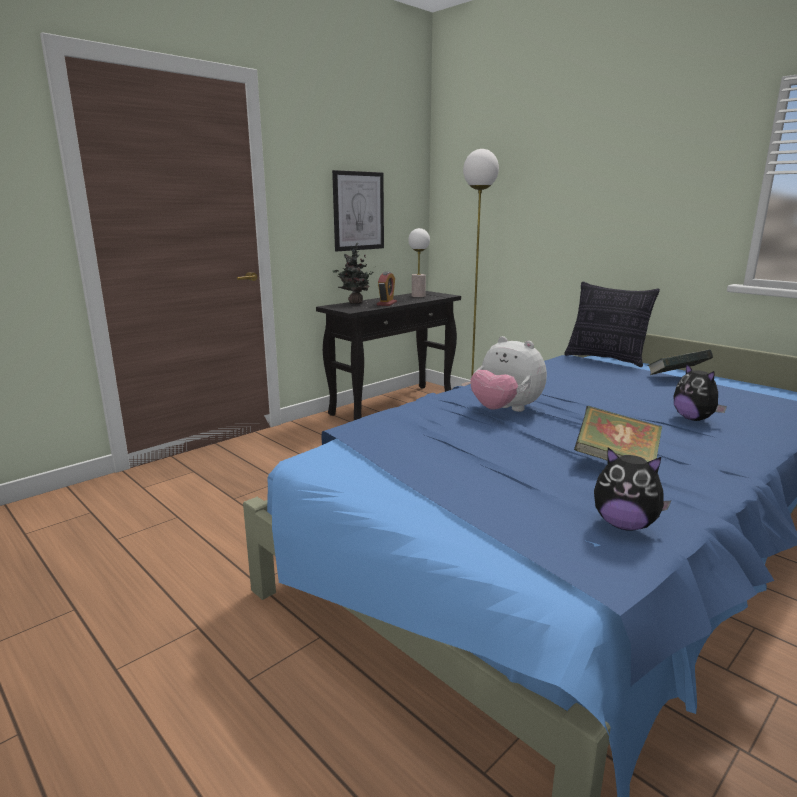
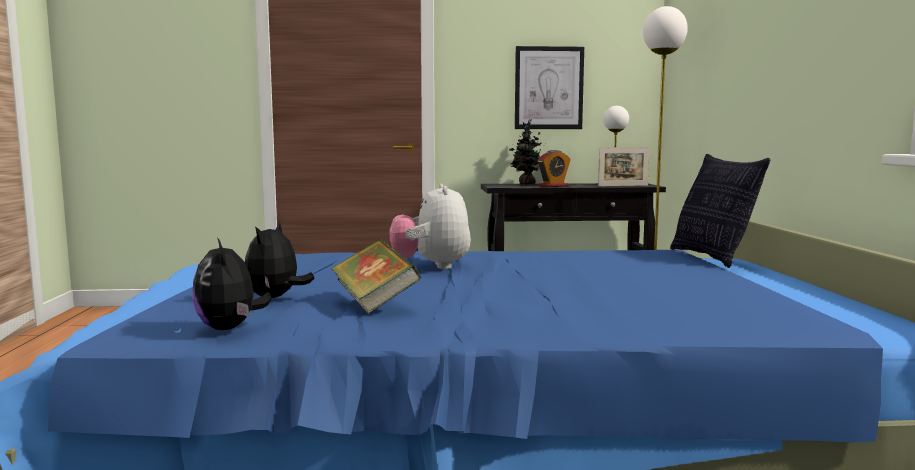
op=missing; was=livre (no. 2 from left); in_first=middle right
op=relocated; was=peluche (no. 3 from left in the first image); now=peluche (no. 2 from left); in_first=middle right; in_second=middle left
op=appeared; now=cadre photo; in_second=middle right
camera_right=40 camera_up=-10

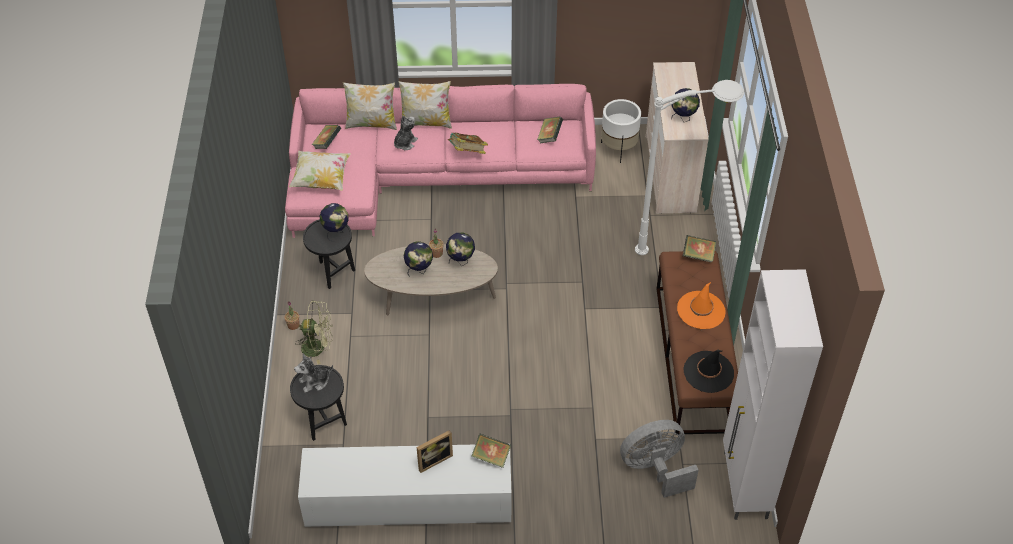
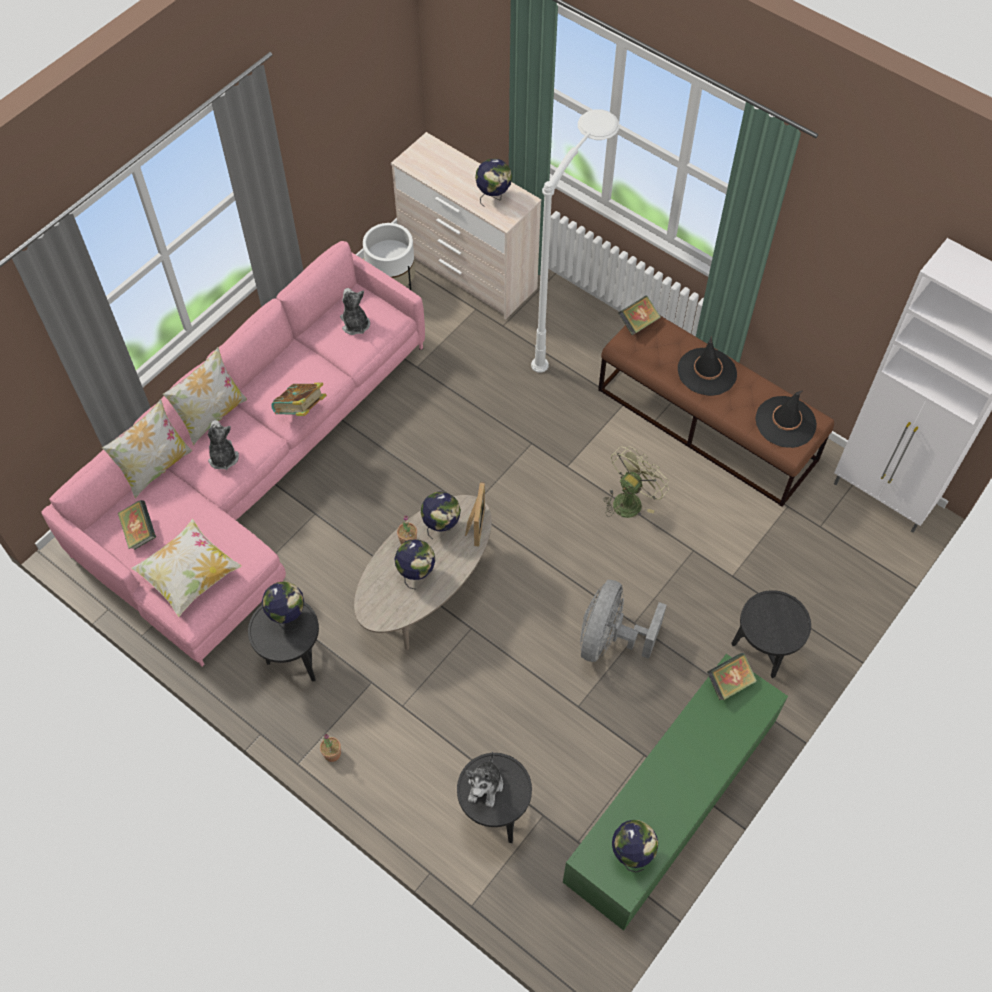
op=relocated; was=ventilateur (vert); in_first=middle left; in_second=centre
op=colour; was=meuble télé (blanc); now=meuble télé (vert); in_first=bottom centre; in_second=bottom right
op=relocated; was=cadre photo; in_first=bottom centre; in_second=centre
op=exchanged; was=livre (no. 4 from left); now=peluche (no. 2 from left); in_first=top centre; in_second=top centre
op=relocated; was=ventilateur (gris); in_first=bottom centre; in_second=centre
op=colour; was=chapeau (orange); now=chapeau (noir) (no. 1 from left); in_first=middle right; in_second=middle right
op=appeared; now=globe (no. 5 from left); in_second=bottom centre
op=appeared; now=table d'appoint (noir) (no. 3 from left); in_second=middle right
camera_right=-50 camera_up=10

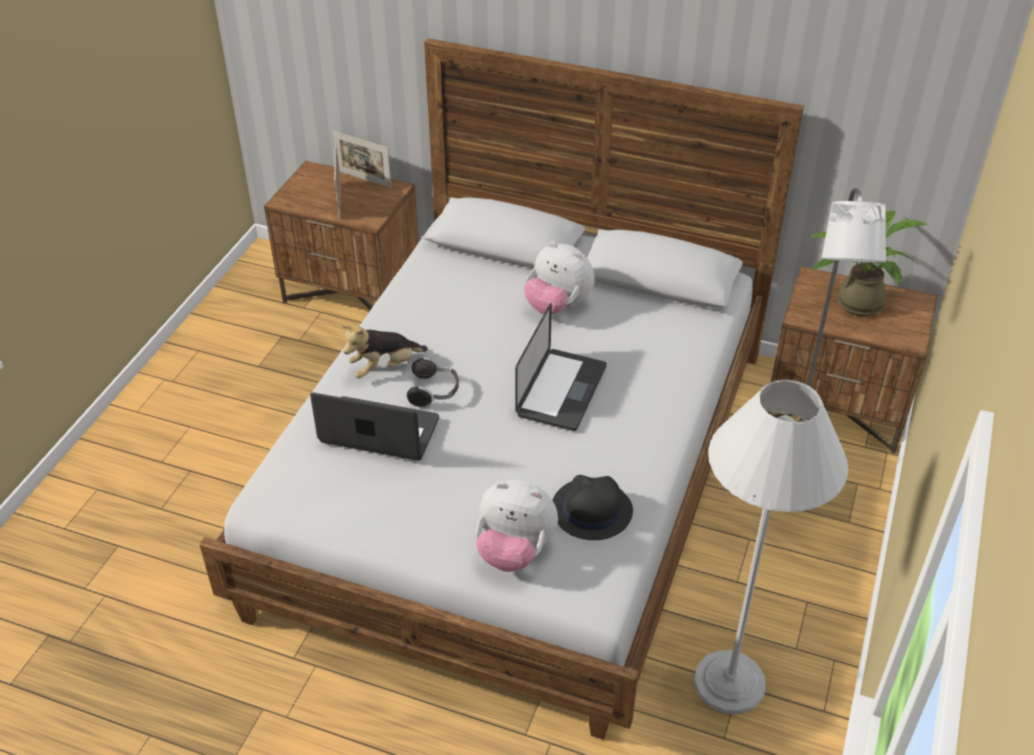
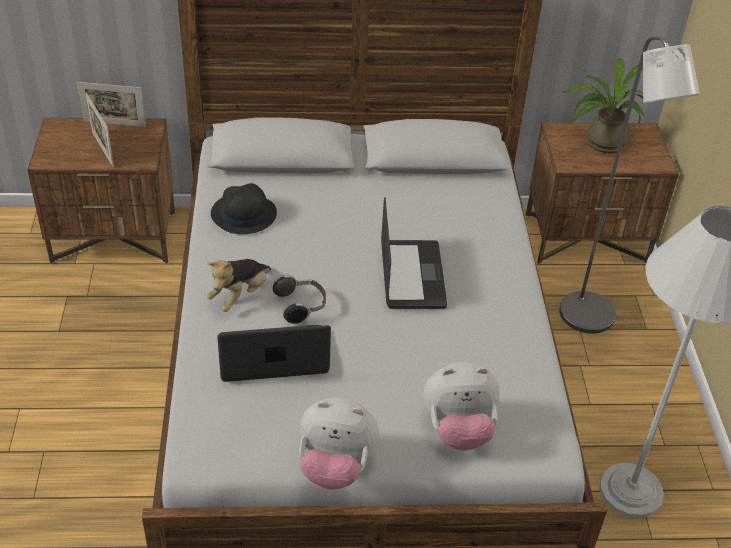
op=relocated; was=peluche (no. 3 from left in the first image); now=peluche (no. 2 from left); in_first=centre; in_second=bottom centre
op=relocated; was=chapeau (noir); in_first=bottom centre; in_second=centre
camera_right=-25 camera_up=0

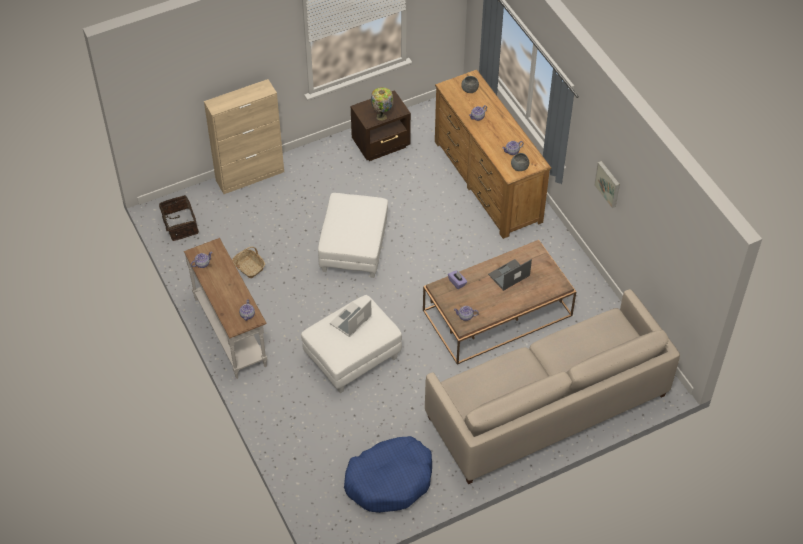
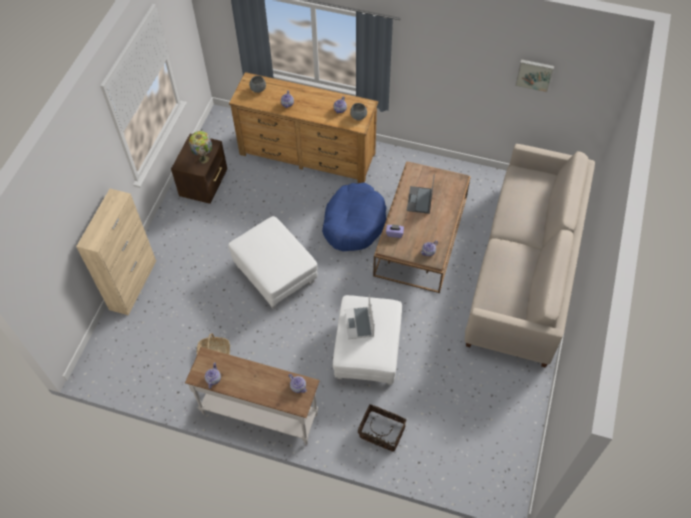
op=relocated; was=panier (no. 1 from left in the first image); now=panier (no. 2 from left); in_first=middle left; in_second=bottom centre
op=relocated; was=panier pour chien (bleu); in_first=bottom centre; in_second=centre
op=relocated; was=tableau; in_first=middle right; in_second=top right
camera_right=-45 camera_up=5

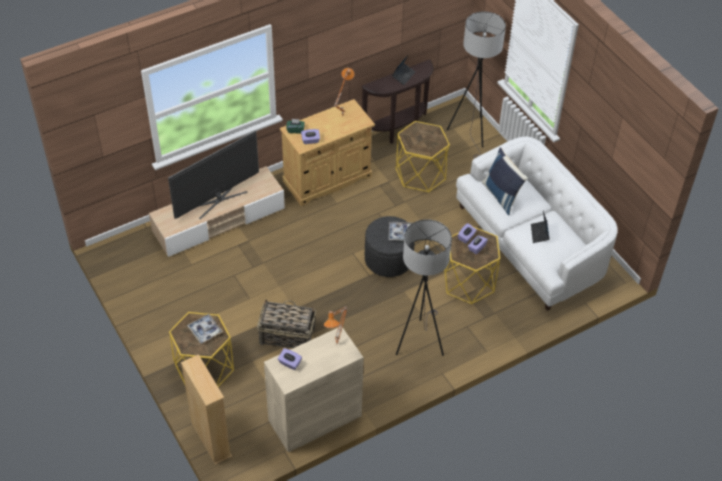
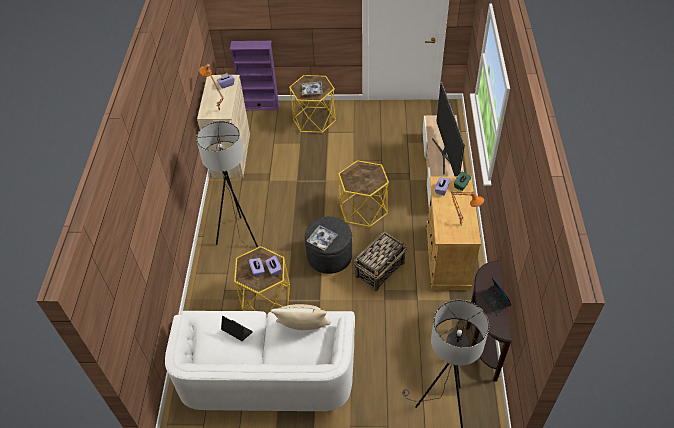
op=colour; was=bibliothèque (beige); now=bibliothèque (violet); in_first=bottom left; in_second=top centre
op=relocated; was=panier; in_first=bottom centre; in_second=centre
op=relocated; was=table d'appoint (jaune) (no. 2 from left in the first image); now=table d'appoint (jaune) (no. 3 from left); in_first=top centre; in_second=centre
op=colour; was=coussin (bleu); now=coussin (beige); in_first=middle right; in_second=bottom centre
camera_right=125 camera_up=0

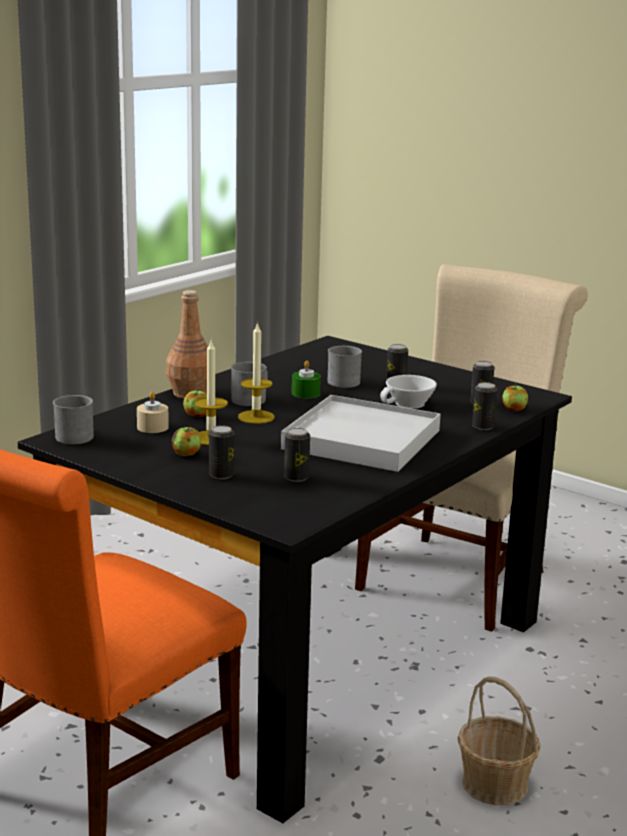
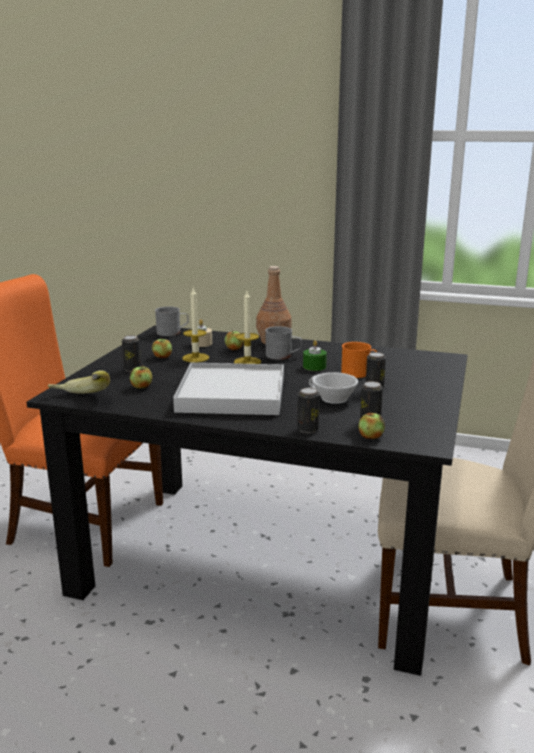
op=exchanged; was=boîte métallique (no. 2 from left); now=pomme (no. 1 from left); in_first=centre; in_second=middle left
op=colour; was=mug (gris) (no. 3 from left); now=mug (orange); in_first=centre; in_second=middle right
op=missing; was=panier; in_first=bottom right
op=appeared; now=banane; in_second=middle left
camera_right=70 camera_up=0

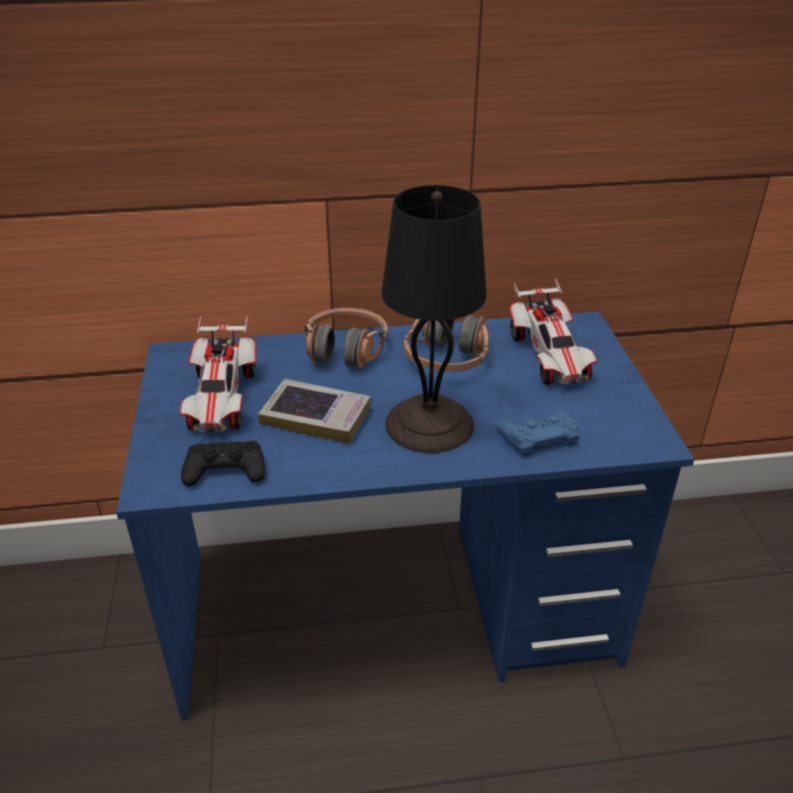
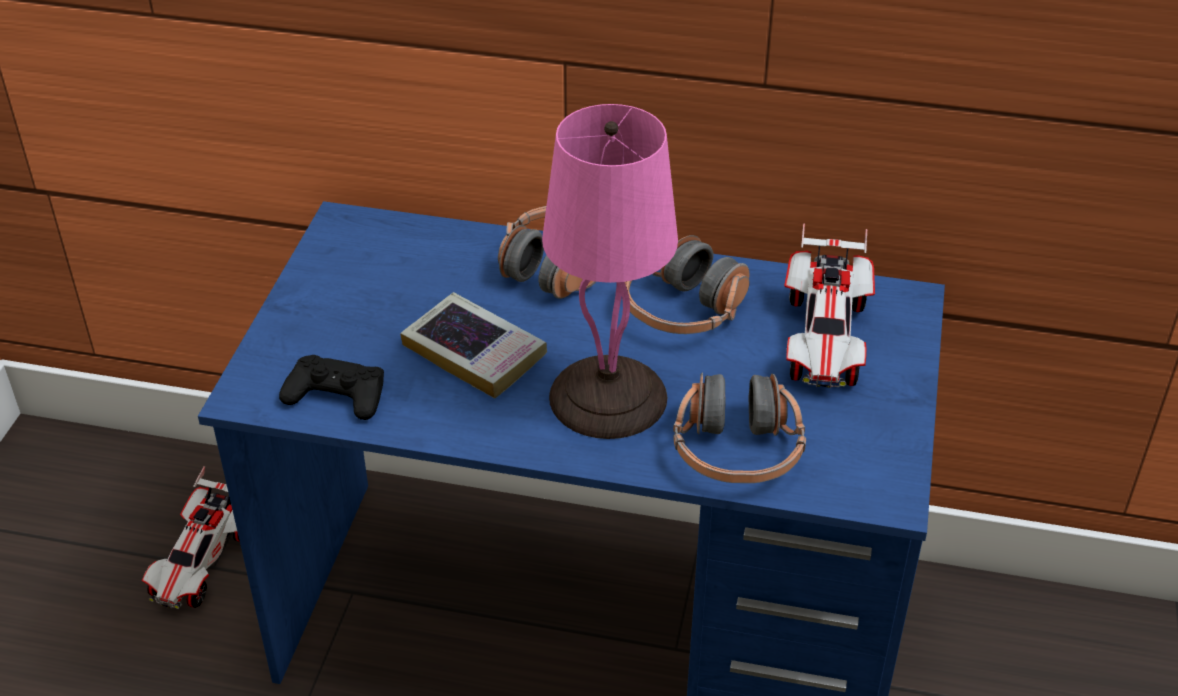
op=relocated; was=petite voiture (no. 1 from left); in_first=middle left; in_second=bottom left
op=colour; was=lampe de table (noir); now=lampe de table (rose); in_first=centre; in_second=centre
op=exchanged; was=manette (bleu); now=casque audio (no. 3 from left); in_first=middle right; in_second=centre
camera_right=20 camera_up=5

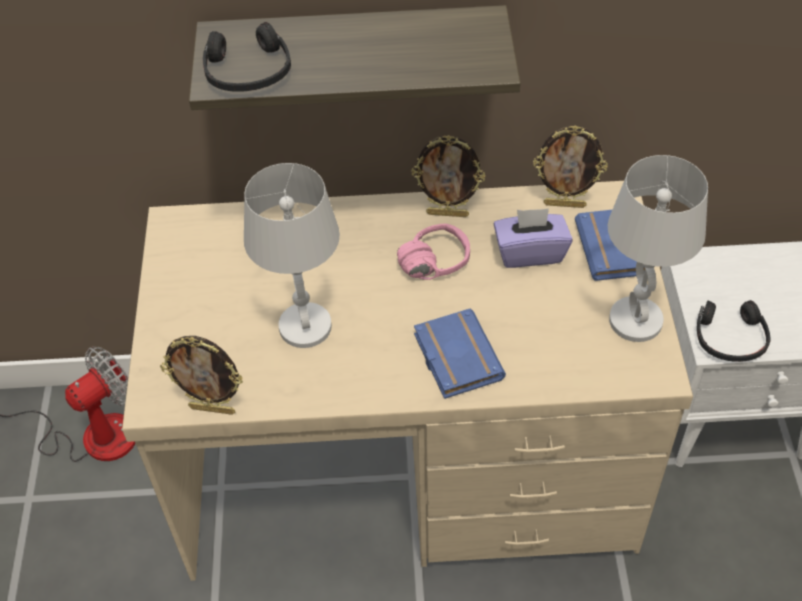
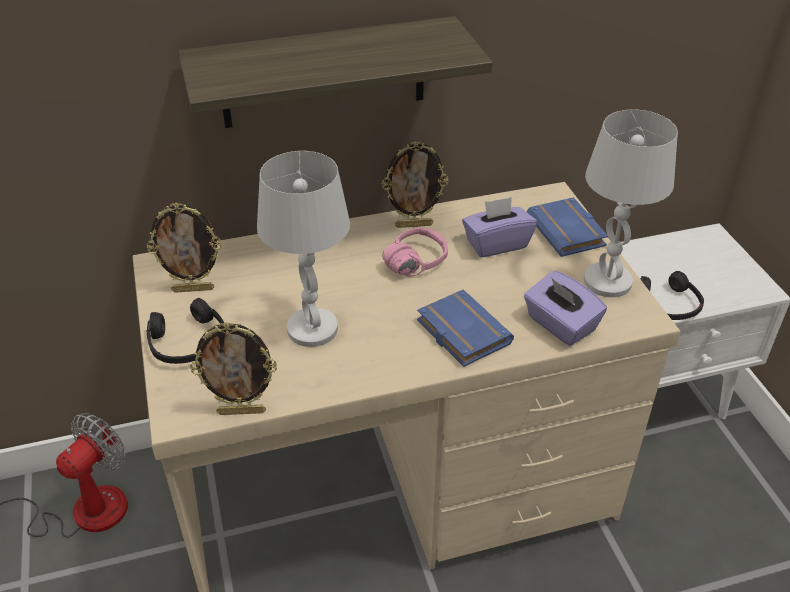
op=relocated; was=casque audio (noir) (no. 1 from left); in_first=top left; in_second=middle left
op=relocated; was=cadre photo (no. 3 from left in the first image); now=cadre photo (no. 1 from left); in_first=top right; in_second=middle left
op=appeared; now=boîte à mouchoirs (violet) (no. 2 from left); in_second=middle right
camera_right=-15 camera_up=-10

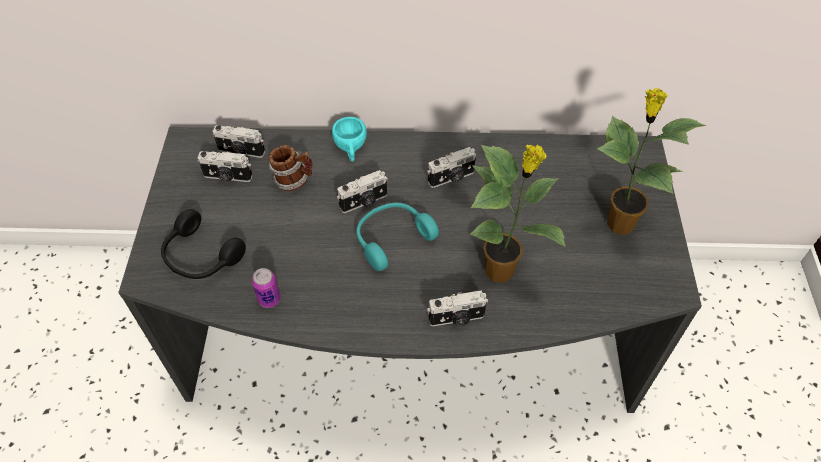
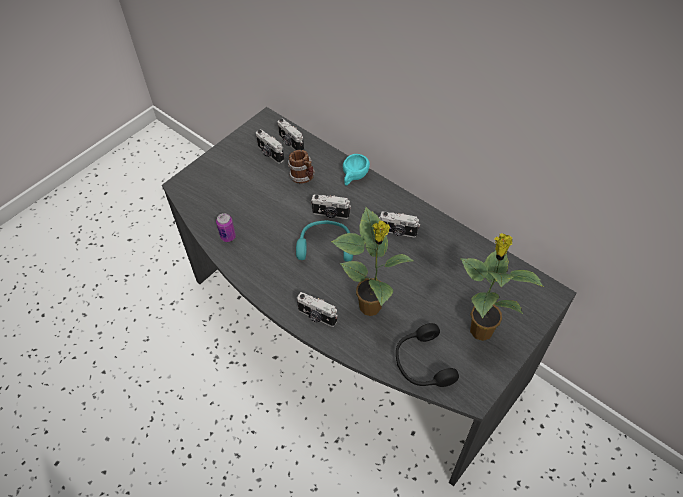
op=relocated; was=casque audio (noir); in_first=middle left; in_second=bottom centre
camera_right=40 camera_up=0

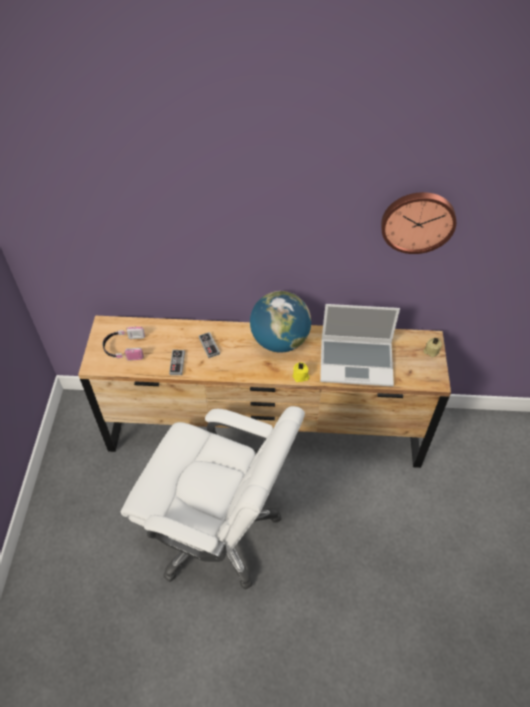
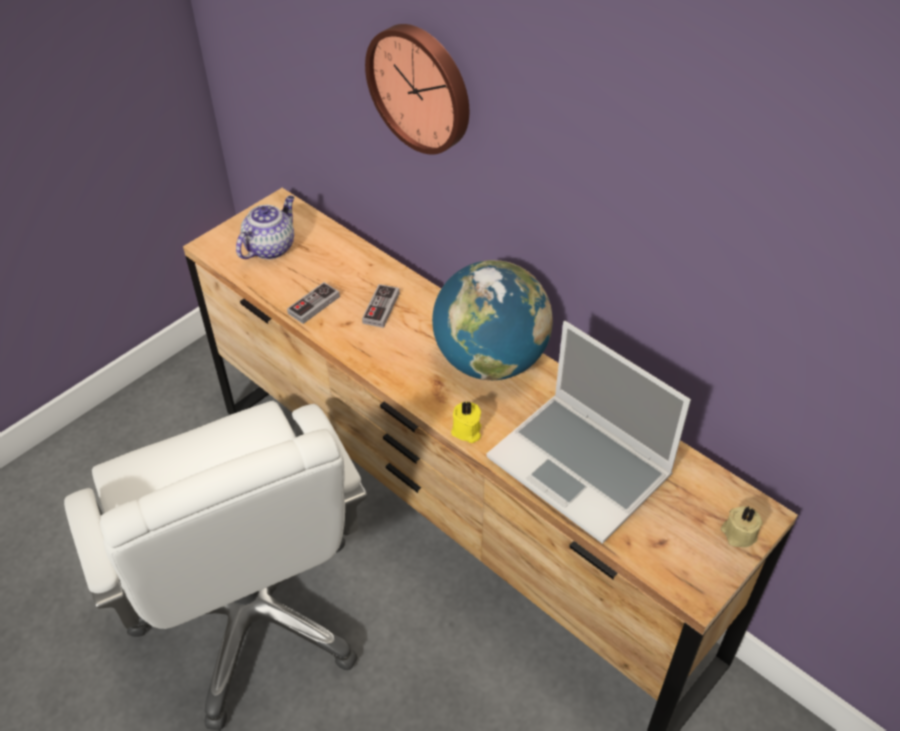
op=exchanged; was=casque audio; now=théière; in_first=middle left; in_second=top left
op=relocated; was=horloge murale; in_first=top right; in_second=top centre
camera_right=40 camera_up=-5

